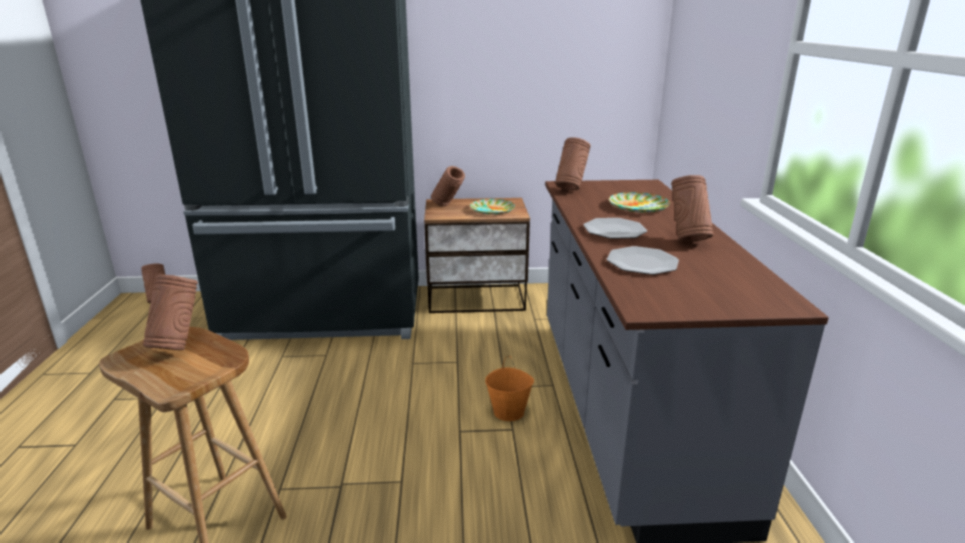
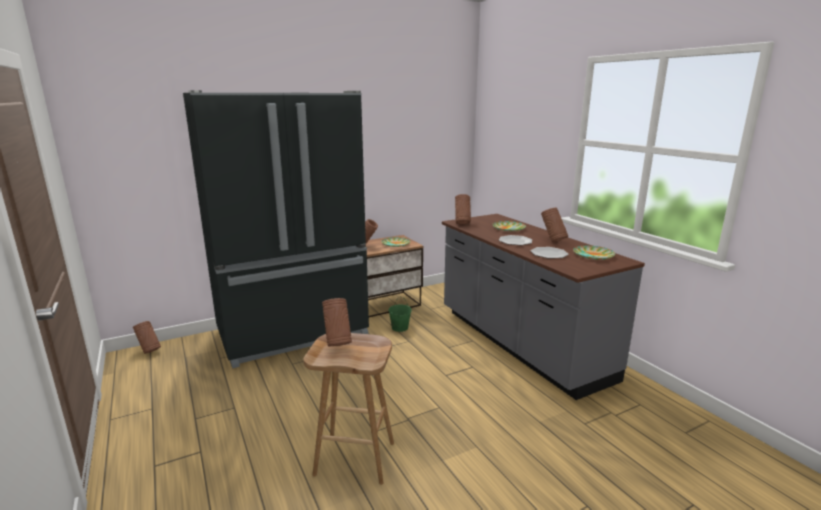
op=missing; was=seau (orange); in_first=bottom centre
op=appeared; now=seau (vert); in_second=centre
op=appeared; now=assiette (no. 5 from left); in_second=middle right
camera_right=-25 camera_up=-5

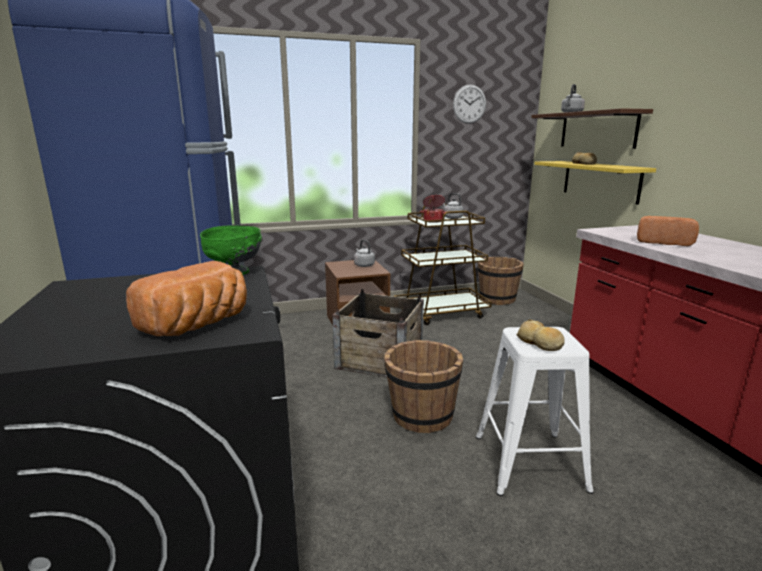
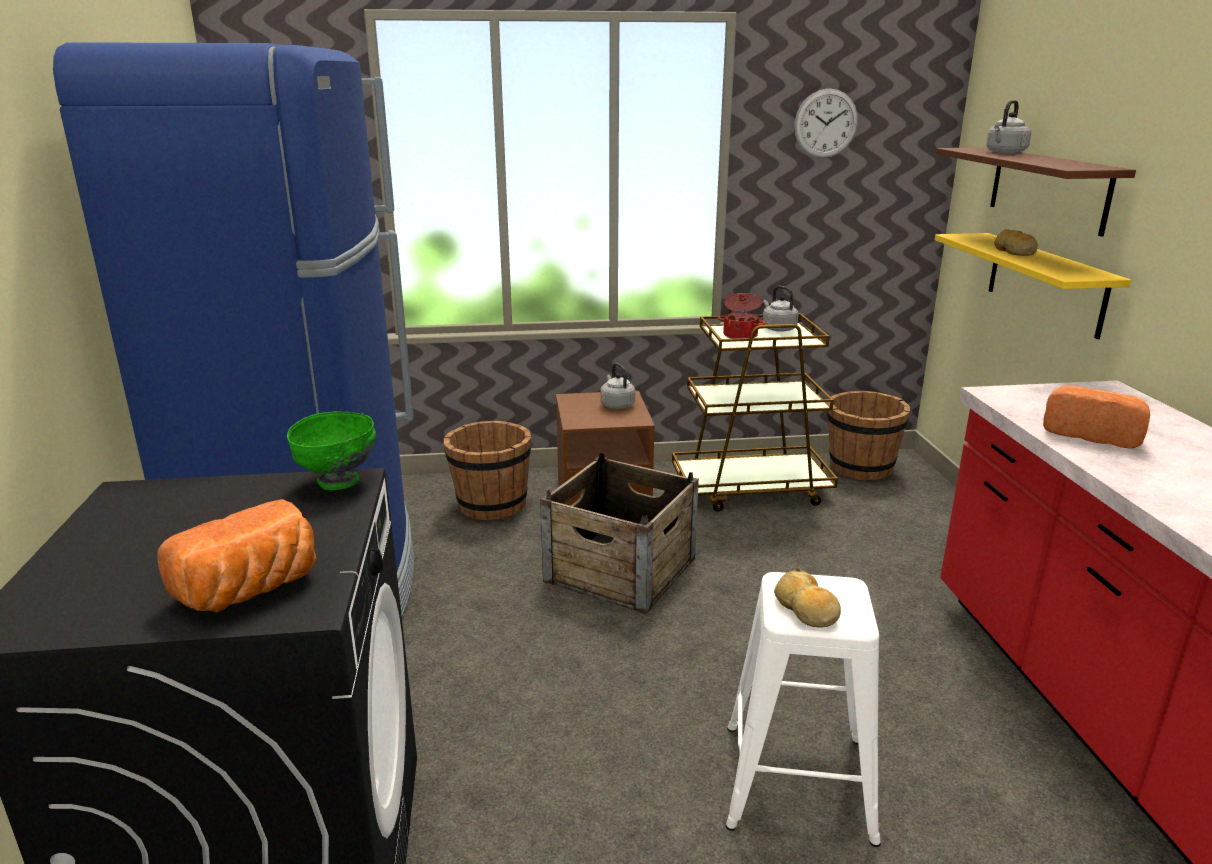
op=relocated; was=seau (marron) (no. 1 from left); in_first=bottom centre; in_second=centre
camera_right=10 camera_up=5

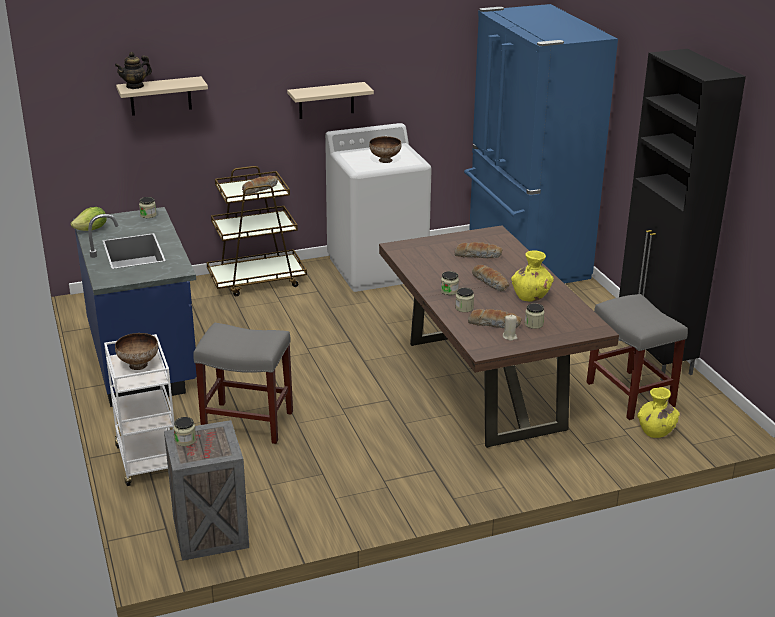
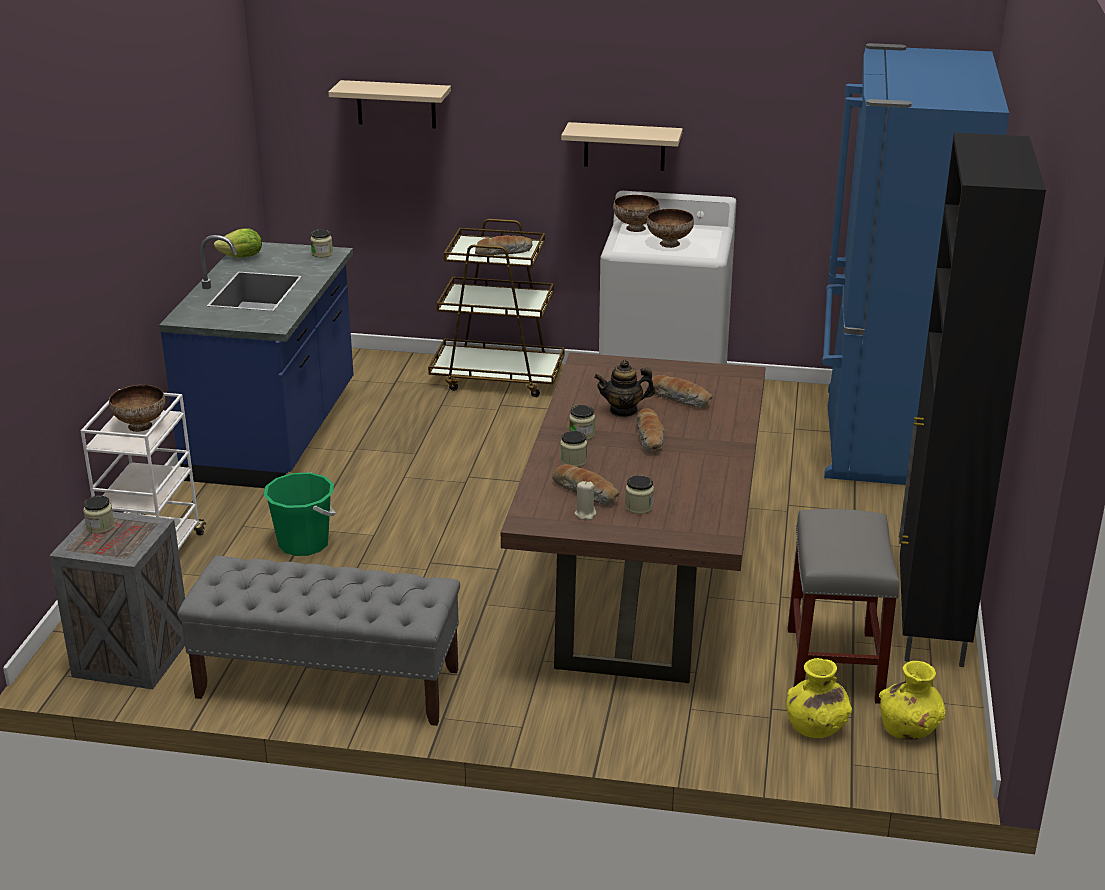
op=relocated; was=théière; in_first=top left; in_second=centre
op=exchanged; was=tabouret (gris) (no. 1 from left); now=seau (vert); in_first=middle left; in_second=middle left
op=relocated; was=vase (jaune) (no. 1 from left in the first image); now=vase (jaune) (no. 2 from left); in_first=middle right; in_second=bottom right
op=appeared; now=banc (gris); in_second=bottom left
op=appeared; now=bol (no. 2 from left); in_second=top centre
camera_right=30 camera_up=0

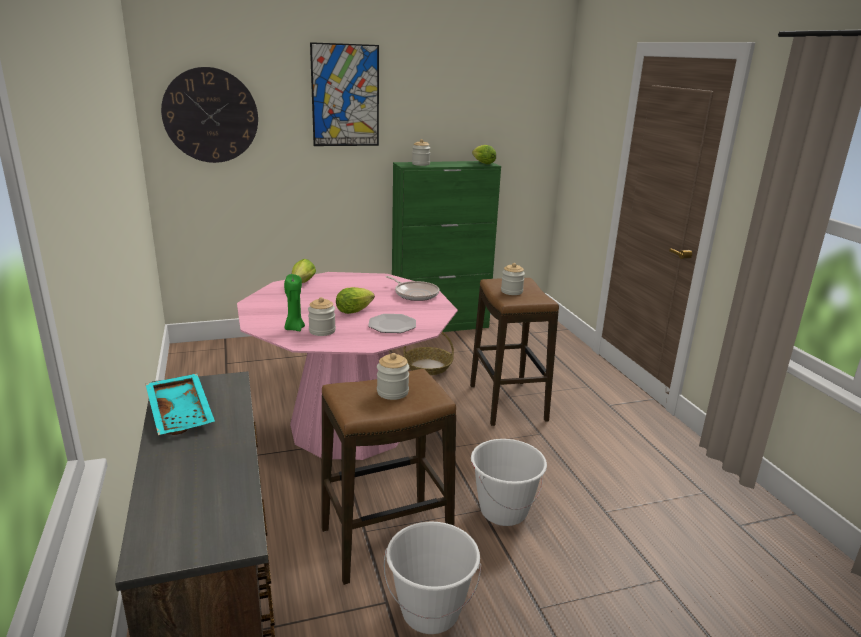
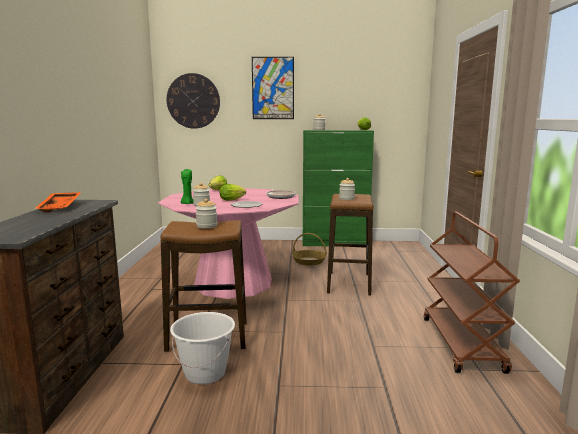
op=colour; was=plateau (turquoise); now=plateau (orange); in_first=middle left; in_second=middle left
op=missing; was=seau (blanc) (no. 2 from left); in_first=bottom centre
op=appeared; now=chariot (marron); in_second=bottom right
camera_right=20 camera_up=-10

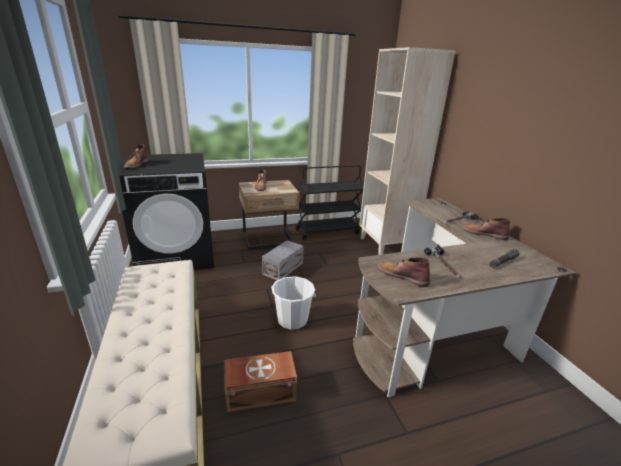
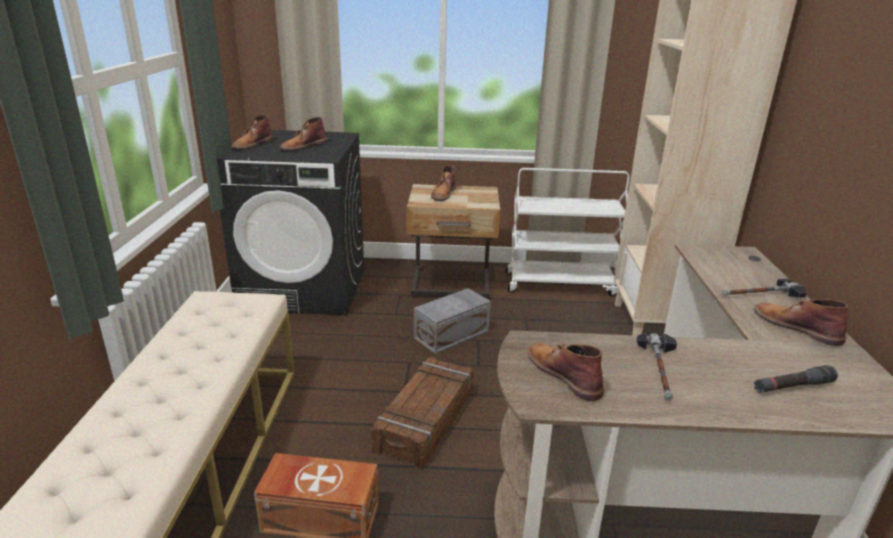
op=exchanged; was=seau (blanc); now=caisse; in_first=centre; in_second=bottom centre
op=colour; was=chariot (noir); now=chariot (blanc); in_first=centre; in_second=centre
op=appeared; now=botte (marron) (no. 2 from left); in_second=top centre
camera_right=20 camera_up=0

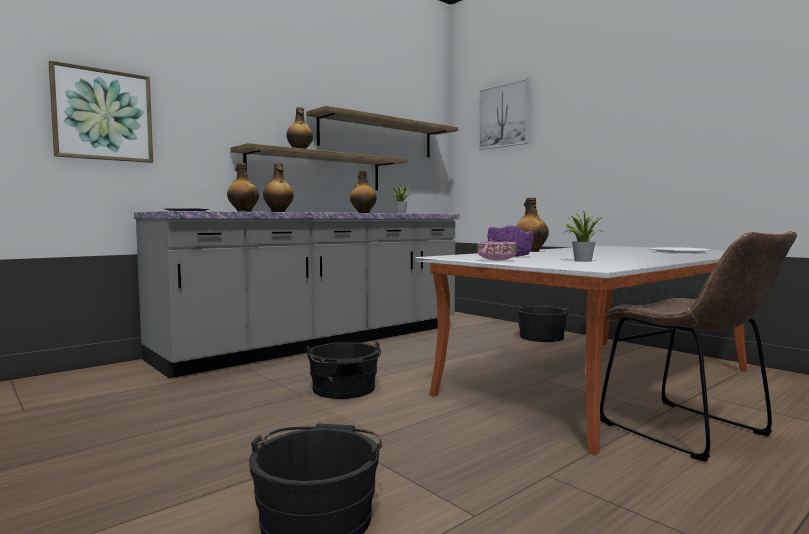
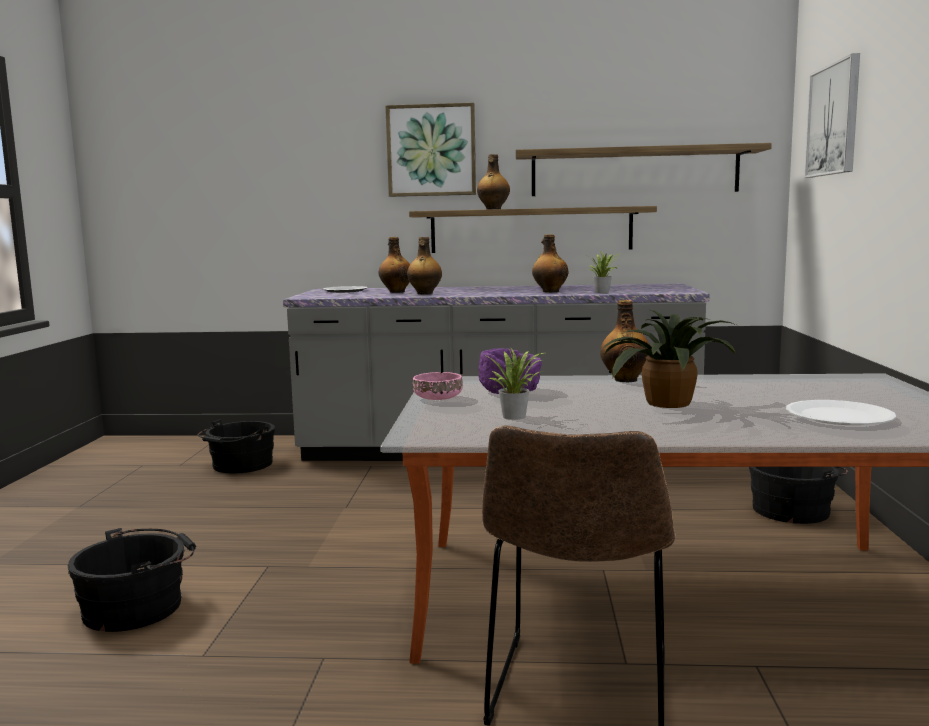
op=relocated; was=tableau (no. 1 from left); in_first=top left; in_second=top centre
op=relocated; was=seau (noir) (no. 2 from left); in_first=bottom centre; in_second=middle left
op=appeared; now=plante en pot (no. 3 from left); in_second=middle right
camera_right=45 camera_up=5

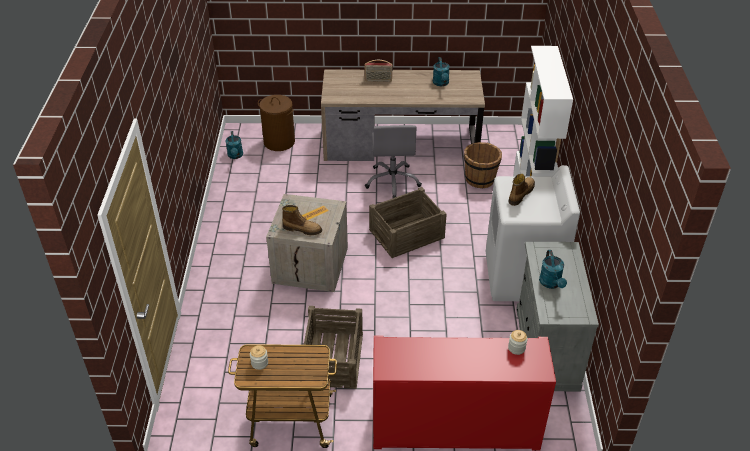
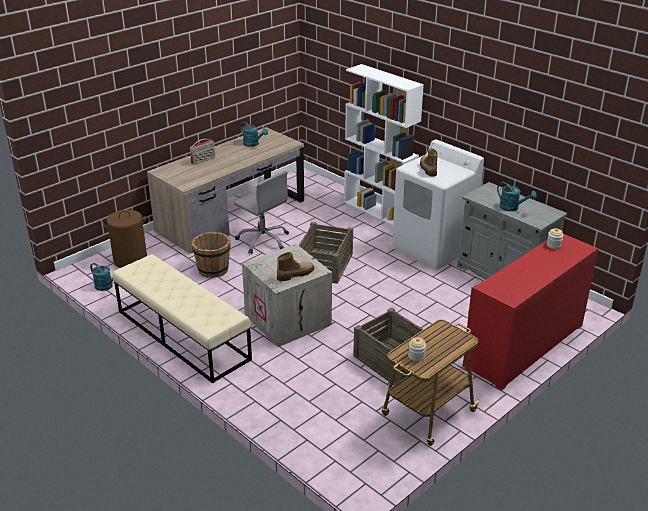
op=relocated; was=seau (marron); in_first=centre; in_second=middle left
op=appeared; now=banc (beige); in_second=middle left
camera_right=-45 camera_up=-10

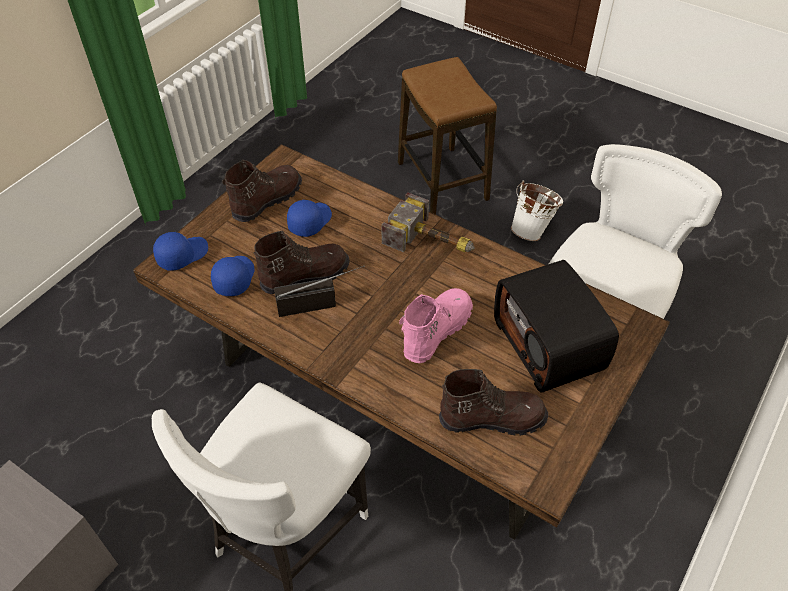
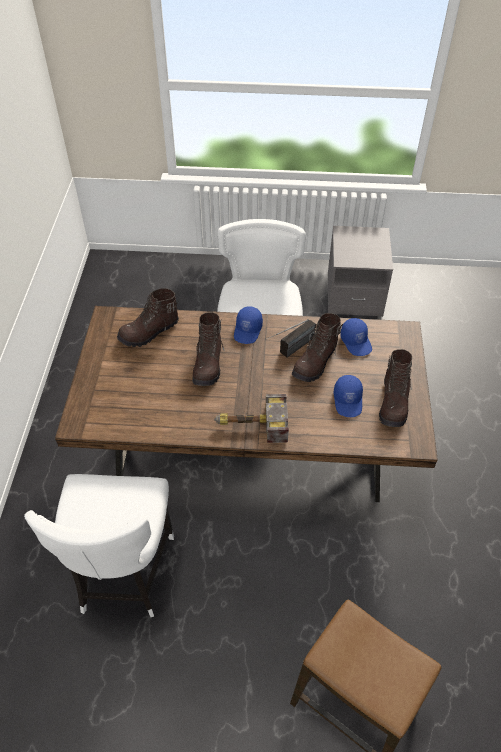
op=relocated; was=casquette (bleu) (no. 1 from left); in_first=middle left; in_second=centre
op=colour; was=botte (rose); now=botte (marron) (no. 2 from left); in_first=centre; in_second=centre
op=missing; was=radio (no. 2 from left); in_first=middle right
op=missing; was=seau (blanc); in_first=middle right
camera_right=150 camera_up=0

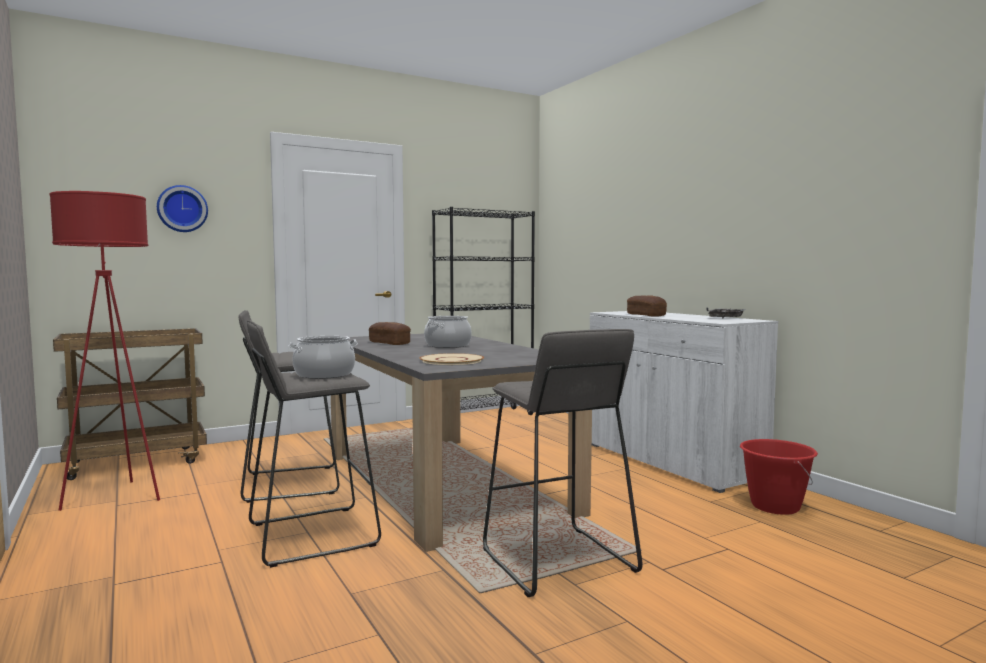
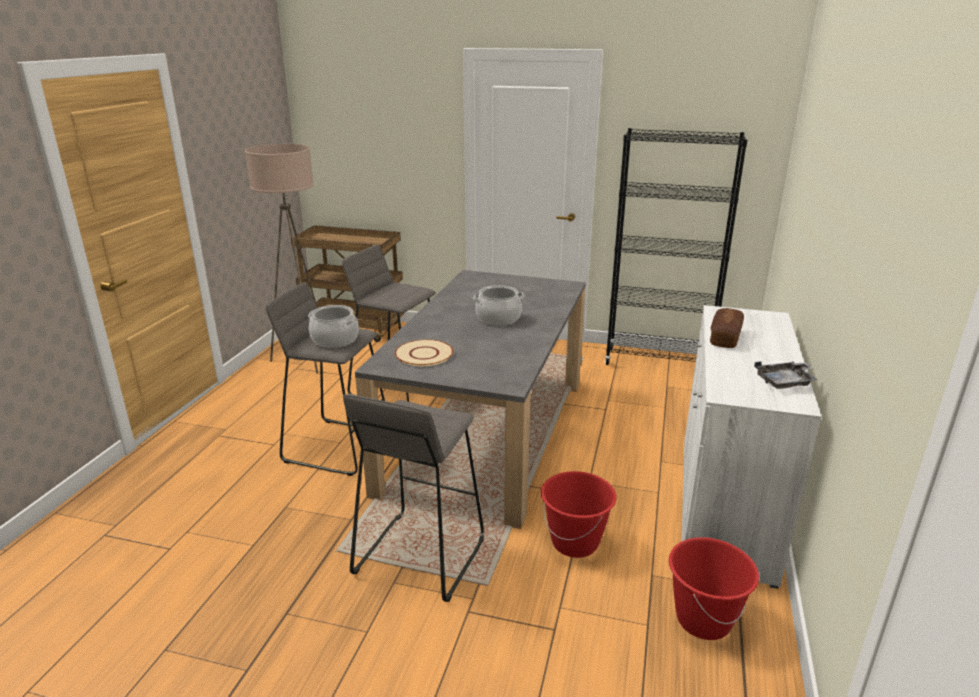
op=colour; was=lampadaire (rouge); now=lampadaire (beige); in_first=middle left; in_second=middle left
op=missing; was=horloge murale; in_first=top left
op=missing; was=pain (no. 1 from left); in_first=centre
op=appeared; now=seau (rouge) (no. 1 from left); in_second=bottom centre
camera_right=45 camera_up=20

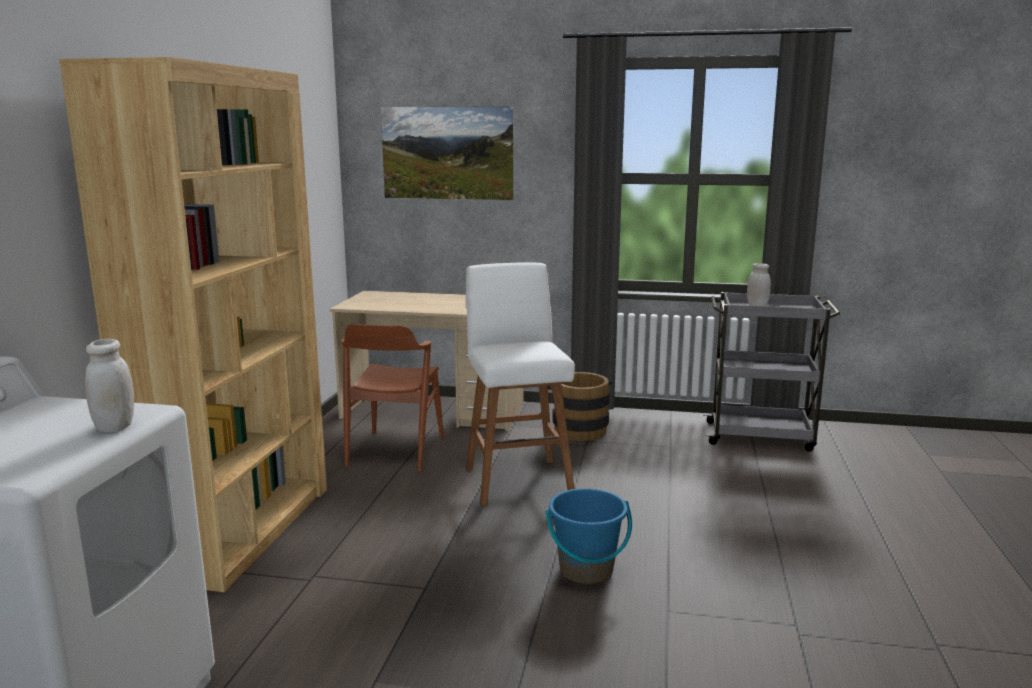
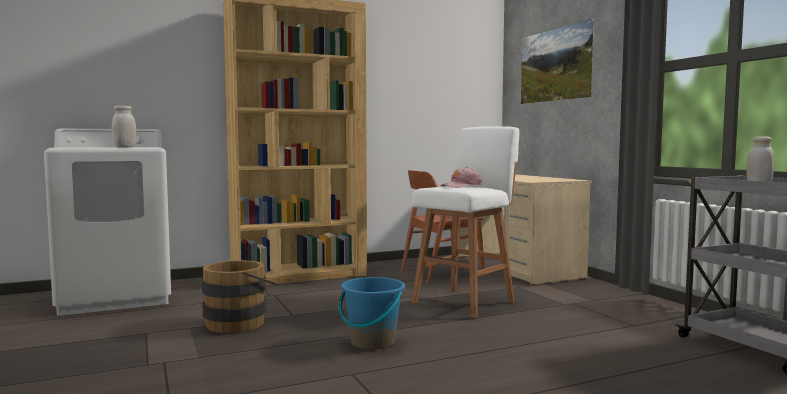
op=relocated; was=seau (marron); in_first=centre; in_second=bottom left
op=appeared; now=casquette (rose); in_second=centre
camera_right=55 camera_up=-10

